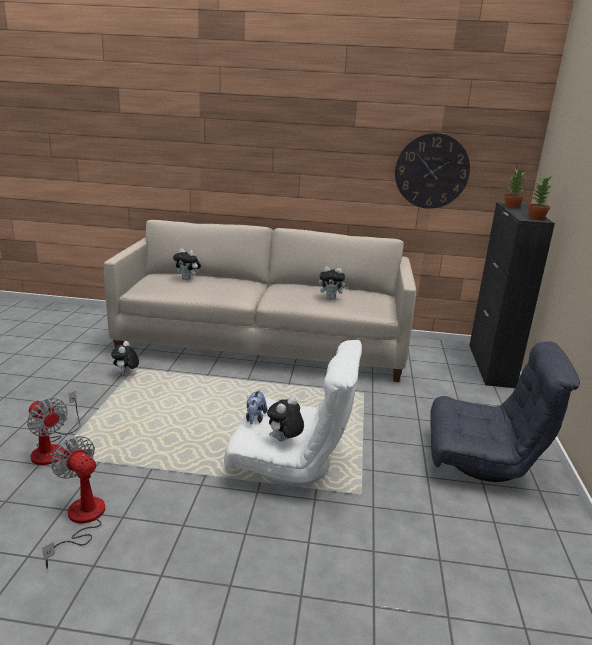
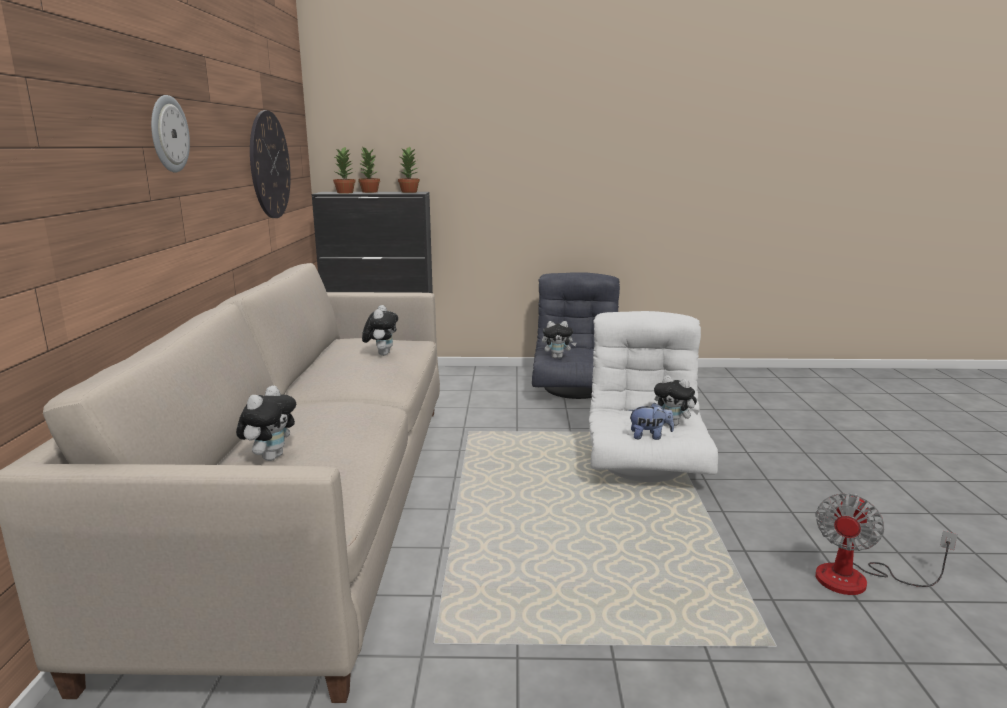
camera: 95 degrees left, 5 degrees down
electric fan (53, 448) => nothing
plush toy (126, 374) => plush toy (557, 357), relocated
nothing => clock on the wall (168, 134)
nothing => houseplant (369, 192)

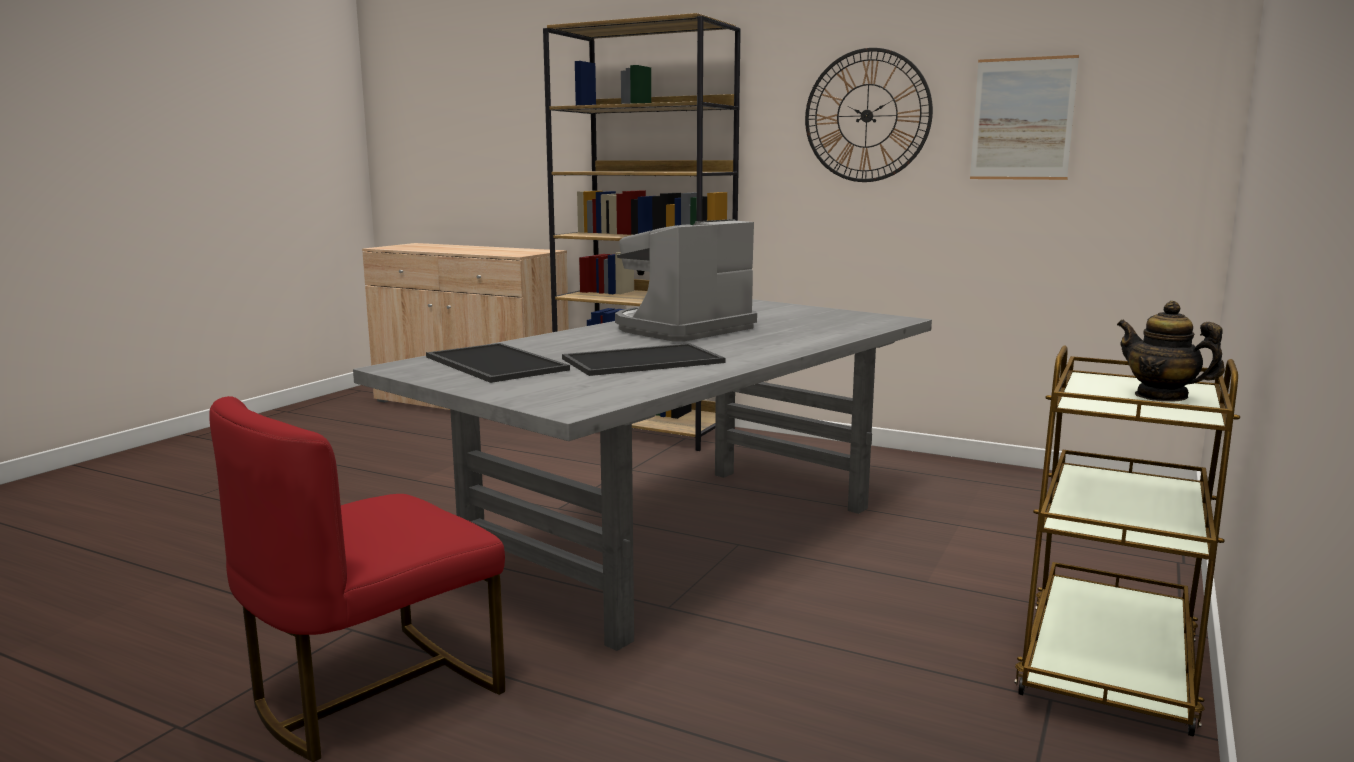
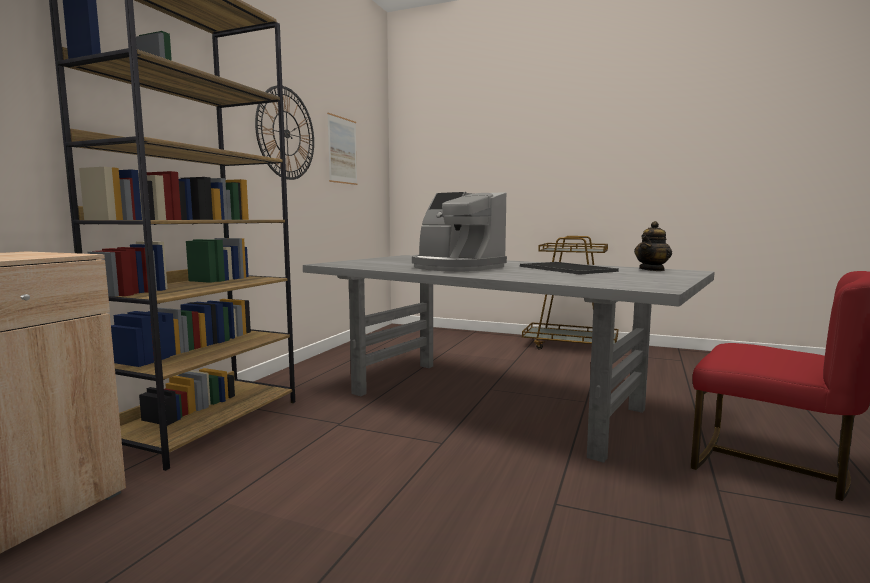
camera: 95 degrees left, 5 degrees down
tray (492, 363) => nothing
pot for tea (1161, 396) => pot for tea (652, 270), relocated

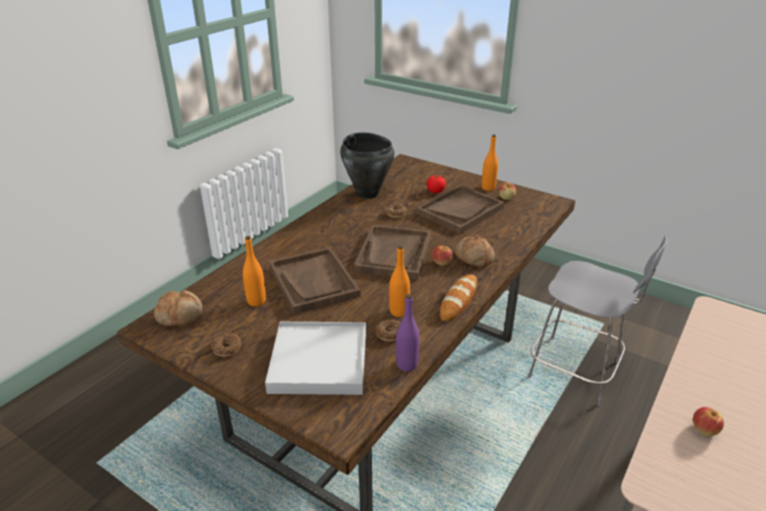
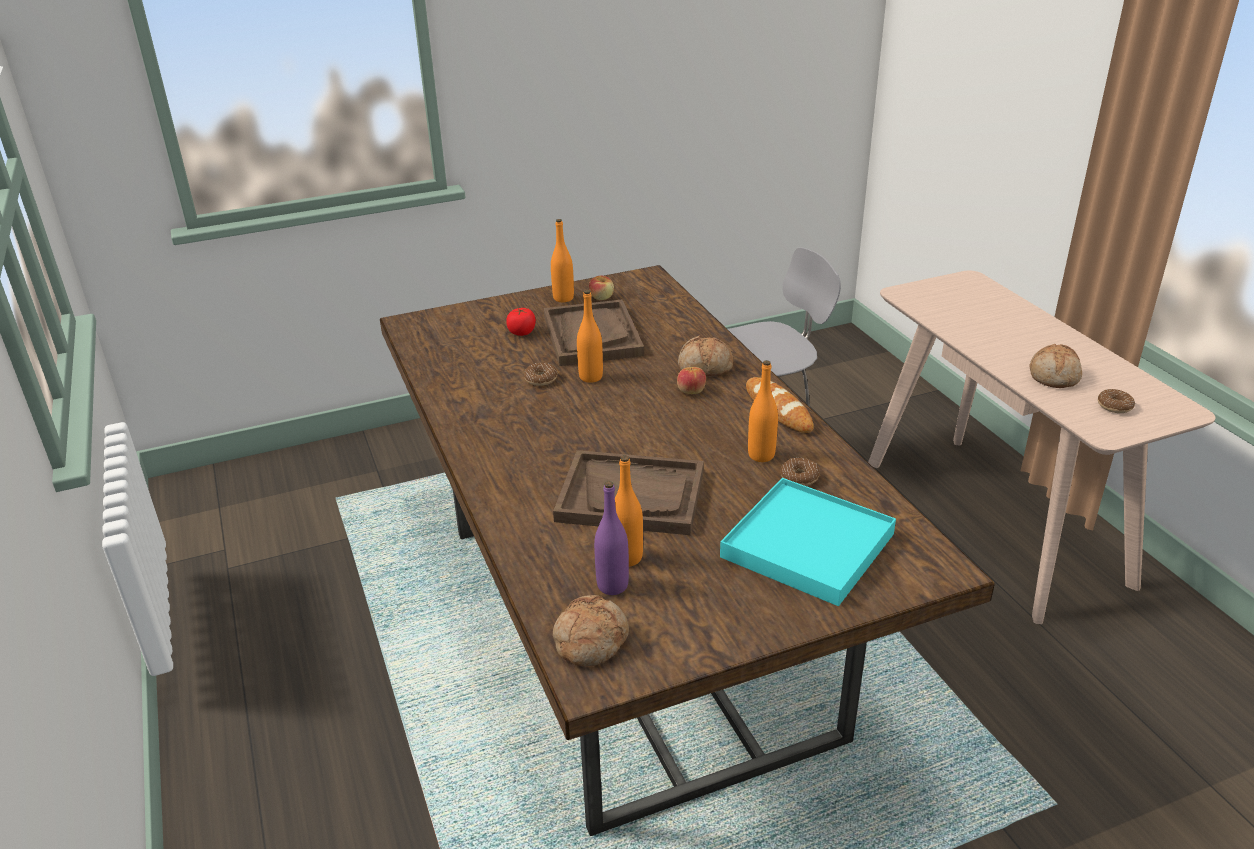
camera: 55 degrees left, 0 degrees up
ring doughnut (227, 348) => ring doughnut (1114, 406), relocated
tray/white-coloured (319, 361) => tray/blue-green (807, 545)
stockpot/black (367, 193) => nothing
tray/brown-coloured (394, 254) => nothing
drink bottle/purple-coloured (407, 364) => drink bottle/purple-coloured (612, 585), relocated
whole apple (704, 429) => bread (1054, 376)
nothing => drink bottle/orangey (591, 377)

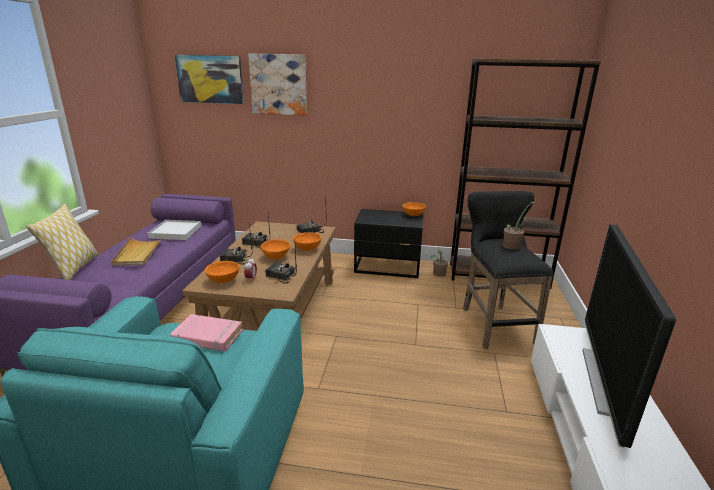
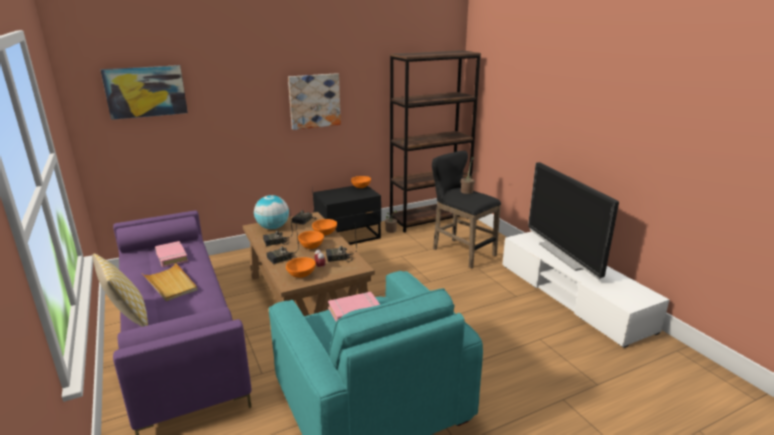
camera: 35 degrees left, 0 degrees up
tray/white-coloured (175, 232) => book/pinkish (171, 257)
picture (278, 84) => picture (314, 101), relocated
nothing => world globe (273, 227)

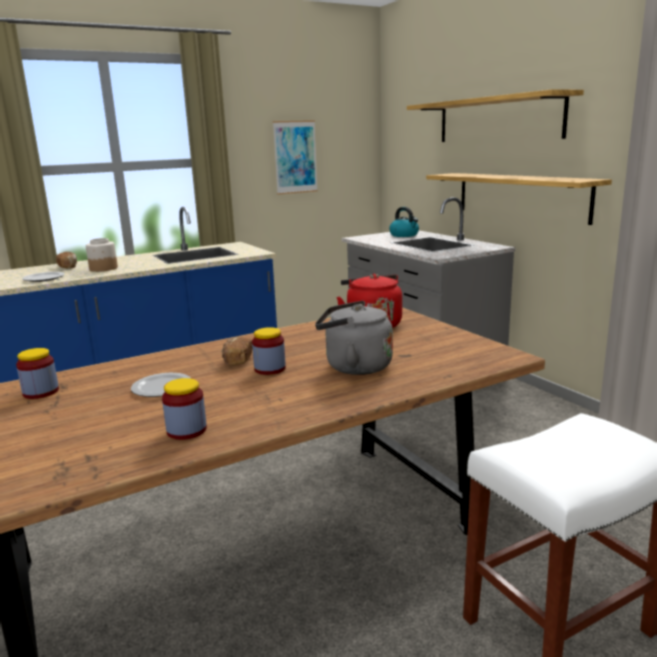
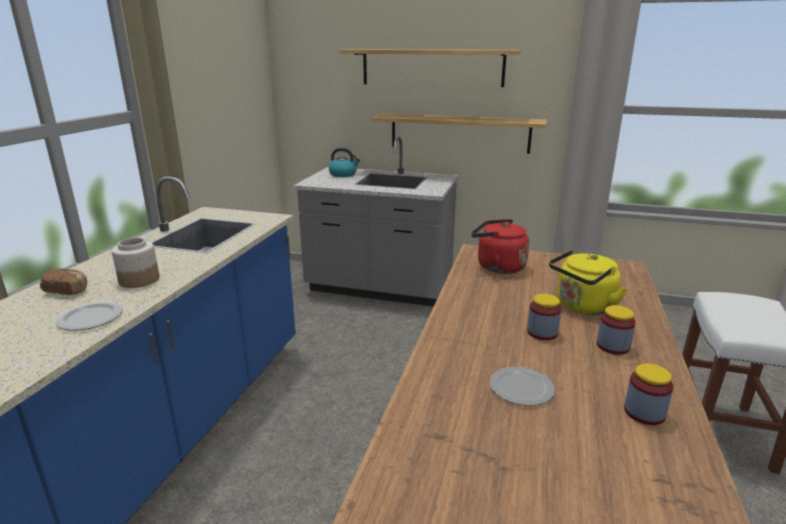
camera: 45 degrees left, 5 degrees up
jar (41, 392) => jar (613, 346), relocated
bread (237, 360) => nothing
picture (295, 157) => nothing
kettle/gray (354, 367) => kettle/yellow-coloured (582, 307)

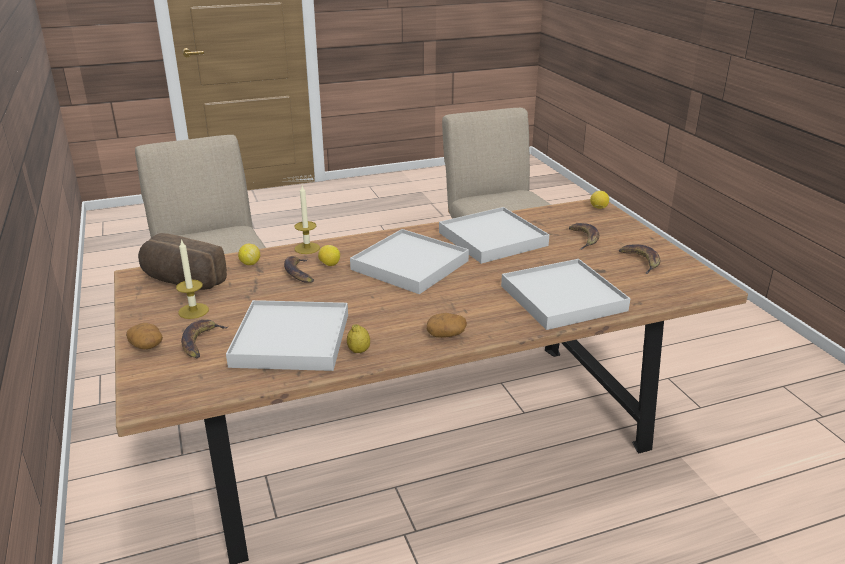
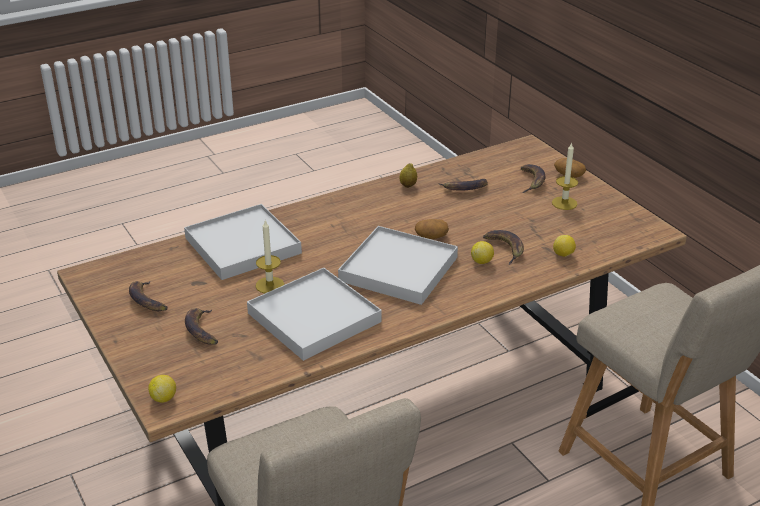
camera: 170 degrees right, 5 degrees up
bread (182, 281) => nothing
tray/white-coloured (291, 340) => whole banana (464, 188)
wax candle (307, 248) => wax candle (270, 285), relocated
potato (446, 334) => potato (431, 237), relocated

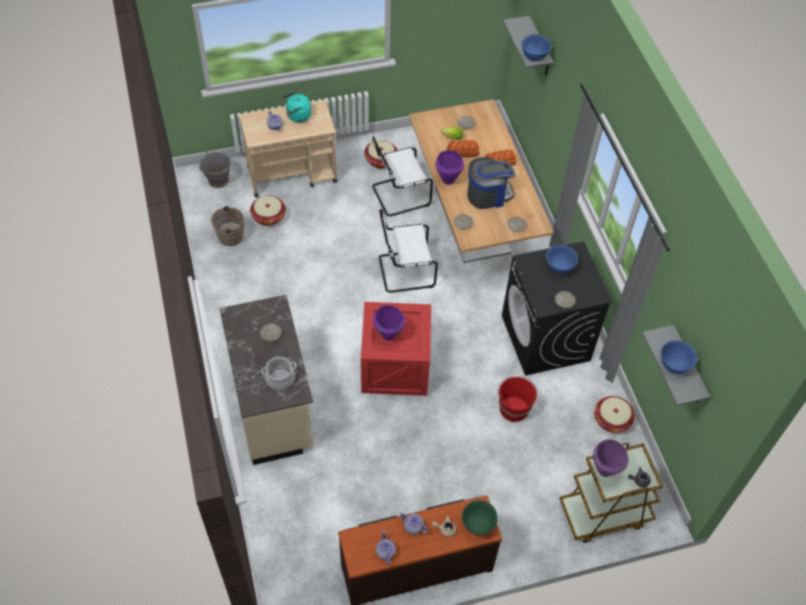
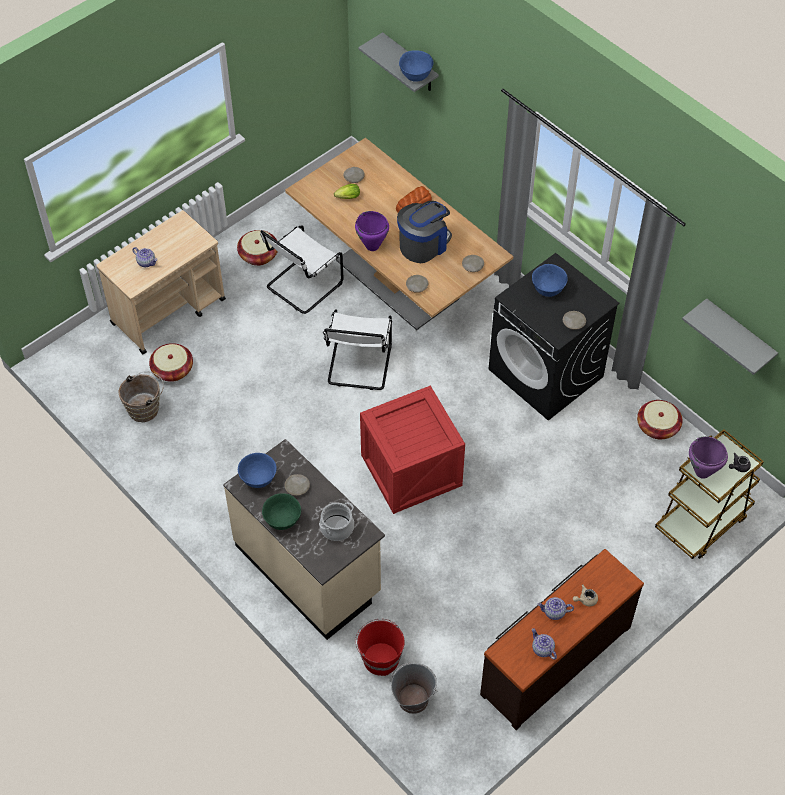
camera: 25 degrees left, 0 degrees up
water bucket/gray (218, 180) => water bucket/gray (413, 699), relocated
kettle/blue-green (297, 116) => nothing
stockpot/purple-coloured (388, 335) => nothing
upright chair/white-coloured (404, 271) => upright chair/white-coloured (359, 366), 45 degrees counterclockwise
bread (463, 152) => nothing
deep dish/greenish (478, 524) => deep dish/greenish (283, 520), relocated
water bucket/red-coloured (513, 408) => water bucket/red-coloured (380, 658), relocated
deep dish/bluish (674, 365) => deep dish/bluish (258, 479), relocated

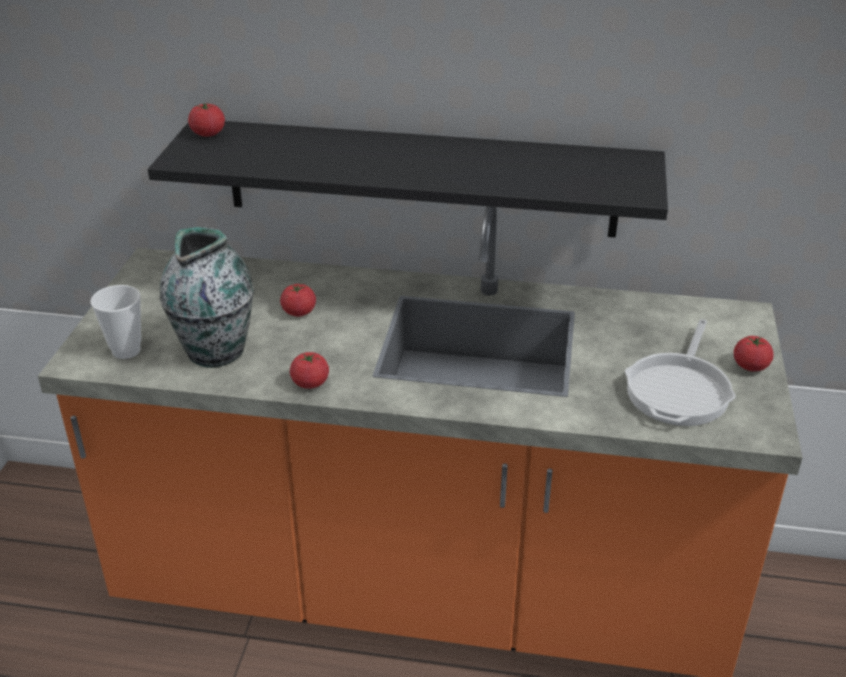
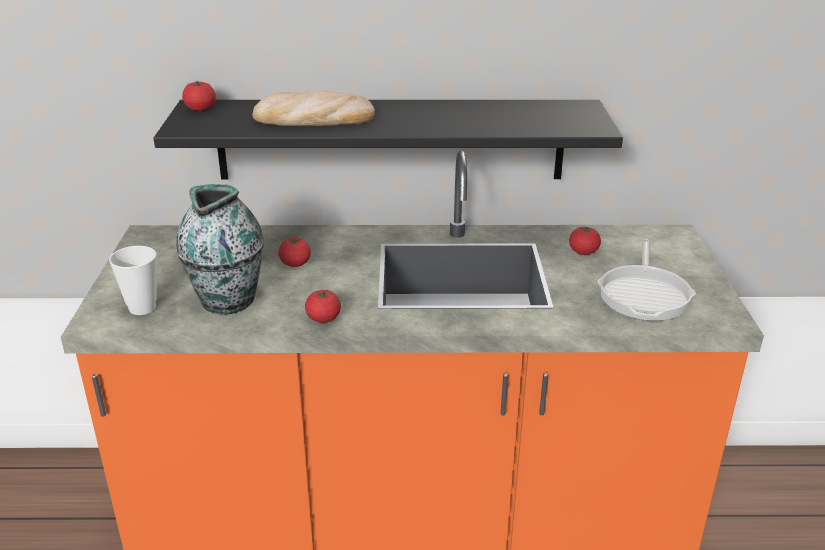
camera: 10 degrees left, 5 degrees down
tomato (750, 366) => tomato (583, 252), relocated
nothing => bread (314, 119)

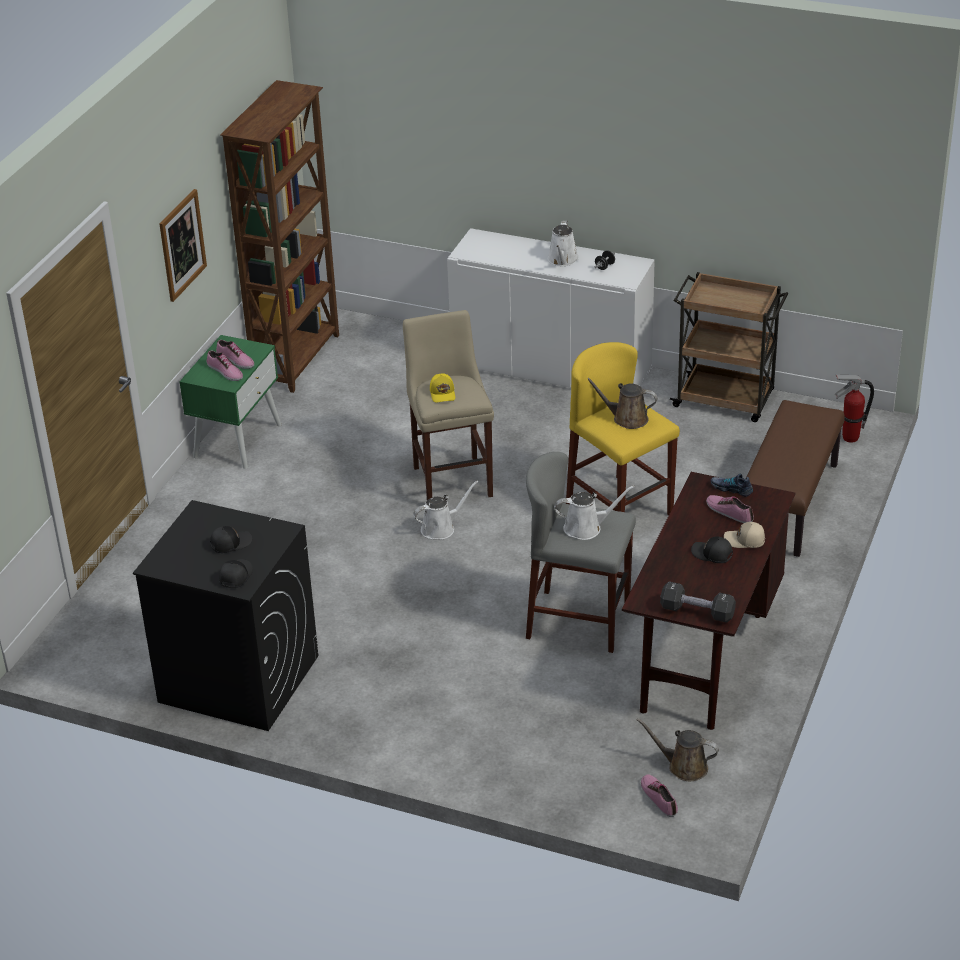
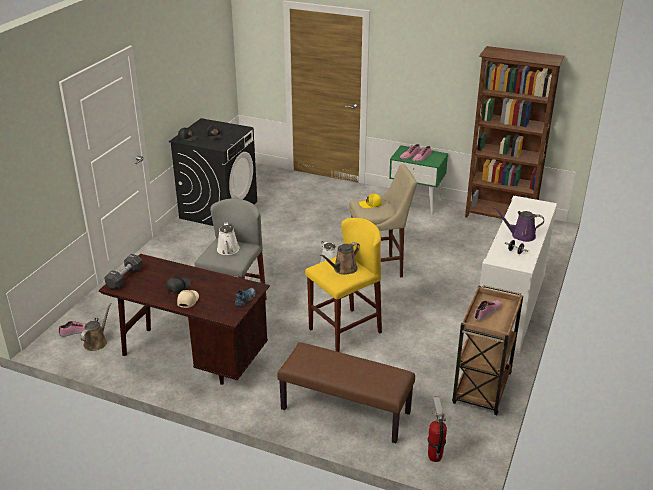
camera: 90 degrees right, 5 degrees down
picture (182, 245) => nothing
watering can/white-coloured (562, 260) => watering can/purple-coloured (520, 235)
watering can/brown-coloured (626, 418) => watering can/brown-coloured (343, 269), 150 degrees counterclockwise
item of footwear (729, 512) => item of footwear (487, 312), relocated

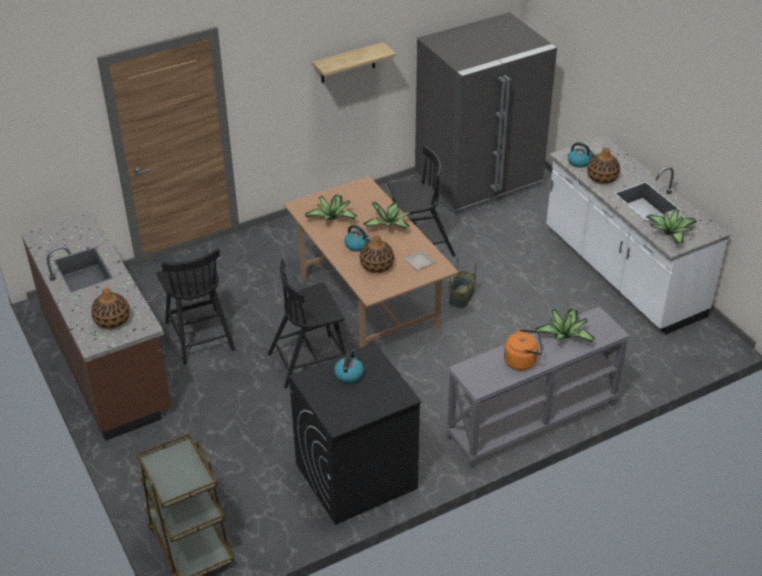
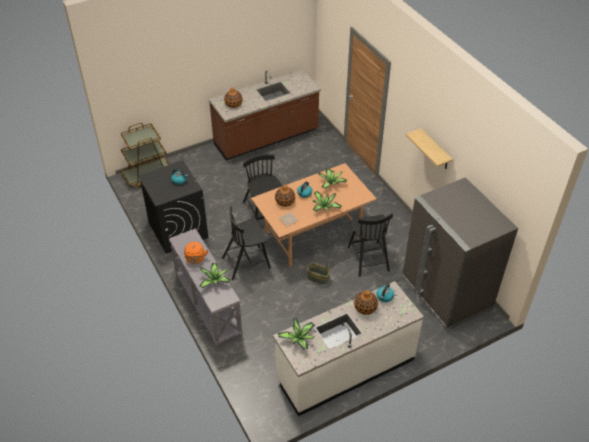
camera: 90 degrees right, 5 degrees up
upright chair/black (199, 335) => upright chair/black (247, 262), relocated

